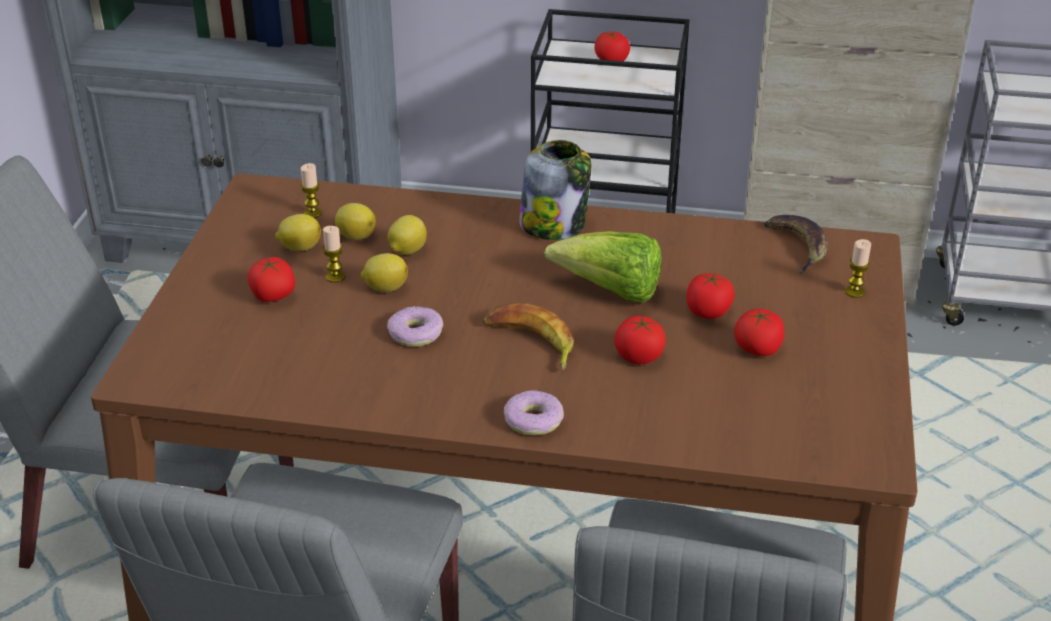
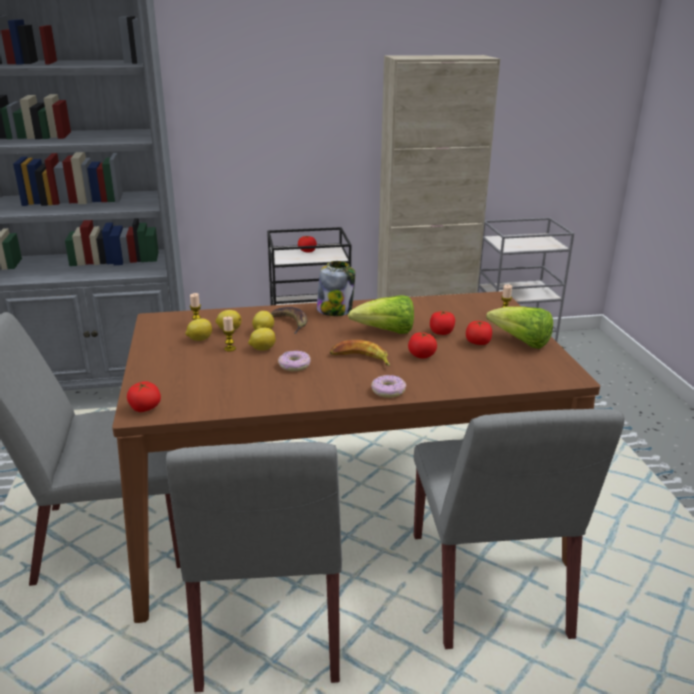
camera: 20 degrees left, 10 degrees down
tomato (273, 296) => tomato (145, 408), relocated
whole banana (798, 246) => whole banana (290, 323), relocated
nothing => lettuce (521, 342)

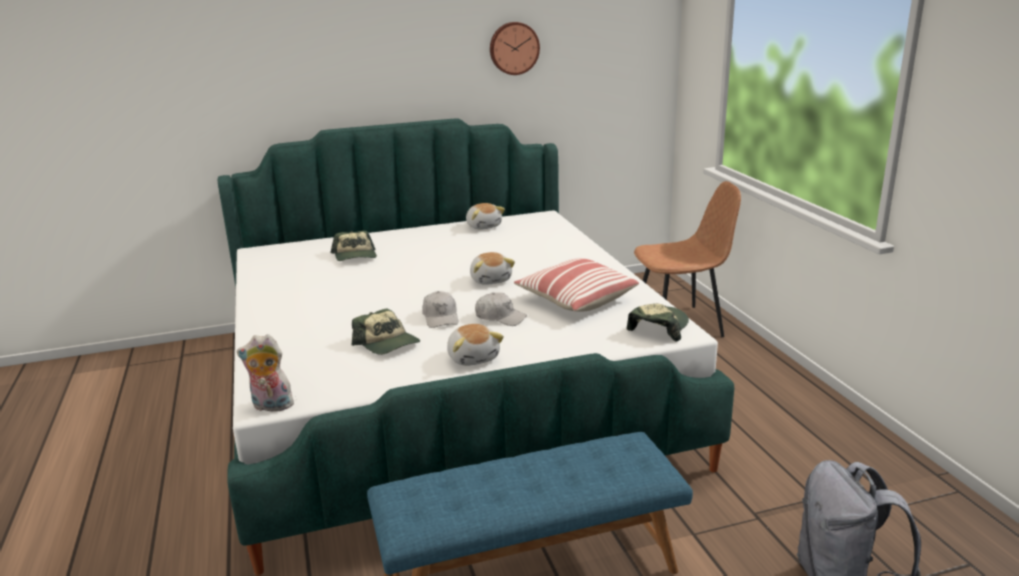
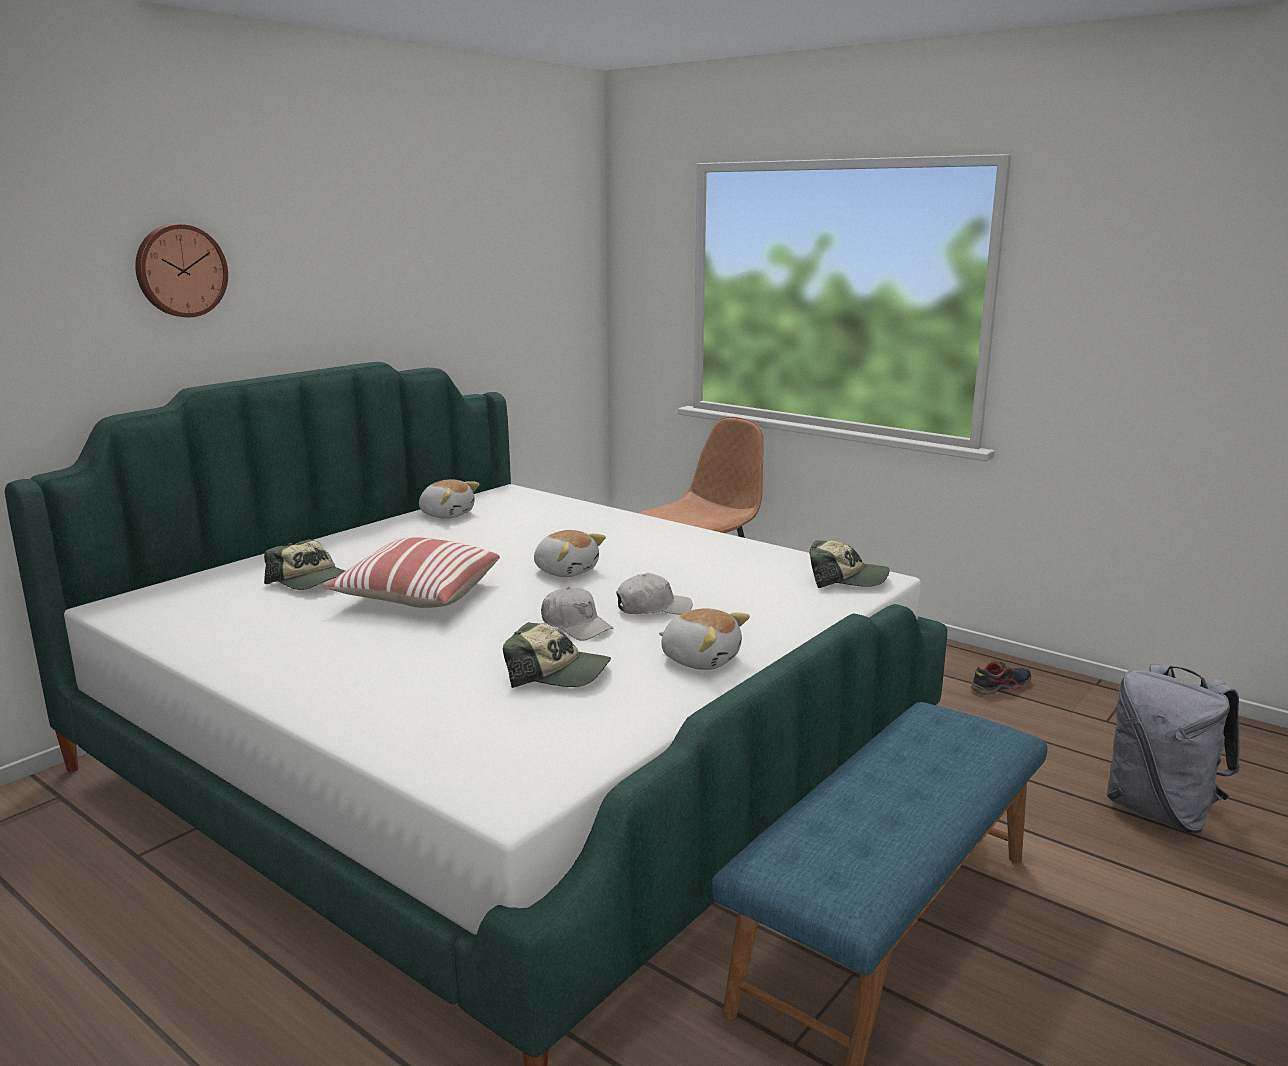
camera: 35 degrees left, 5 degrees down
plush toy (270, 406) => nothing
clock on the wall (513, 48) => clock on the wall (180, 270), relocated
cushion (575, 299) => cushion (416, 596), relocated
peaked cap (658, 328) => peaked cap (846, 579), 105 degrees clockwise
nothing => item of footwear (999, 687)

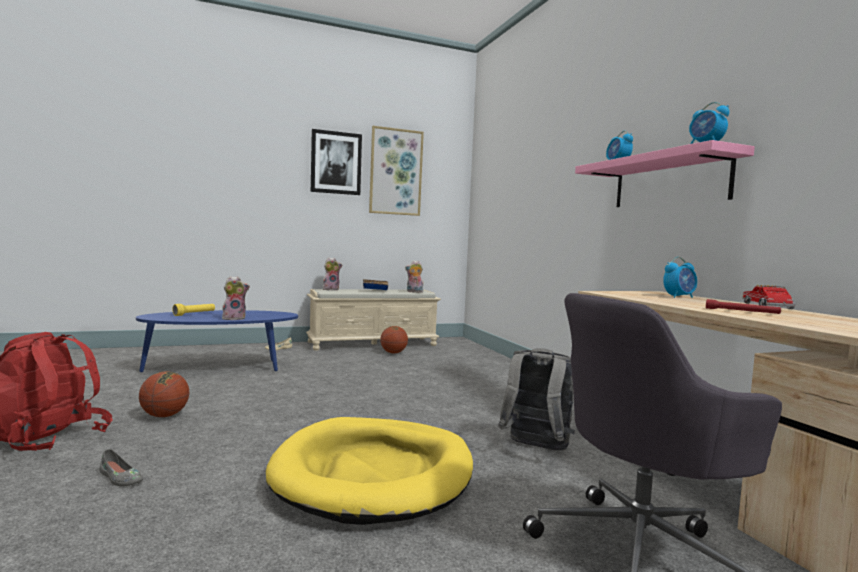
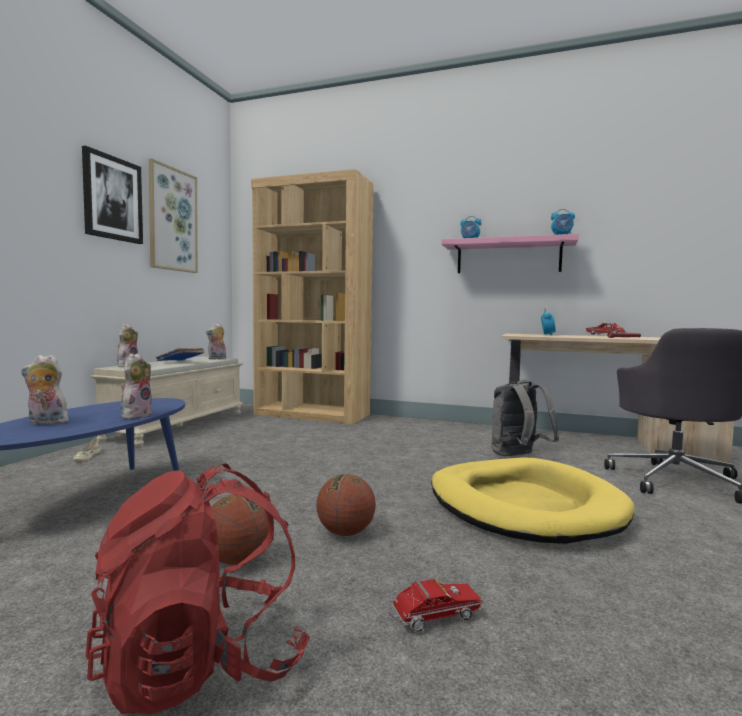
camera: 50 degrees left, 0 degrees up
item of footwear/gray (120, 478) => toy lorry (432, 618)
torch/yellow-coloured (194, 314) => plush toy (45, 423)
basketball (393, 353) => basketball (345, 533), relocated
nothing => bookshelf/brown-coloured (312, 414)

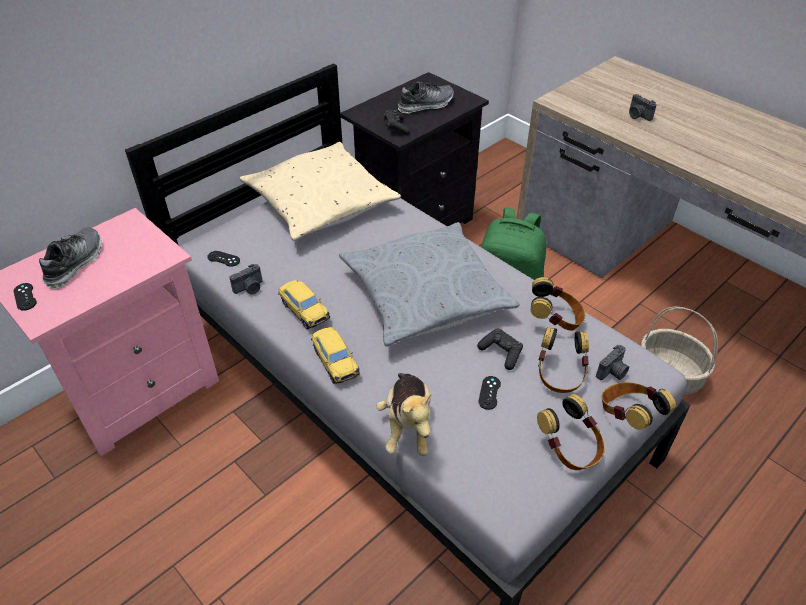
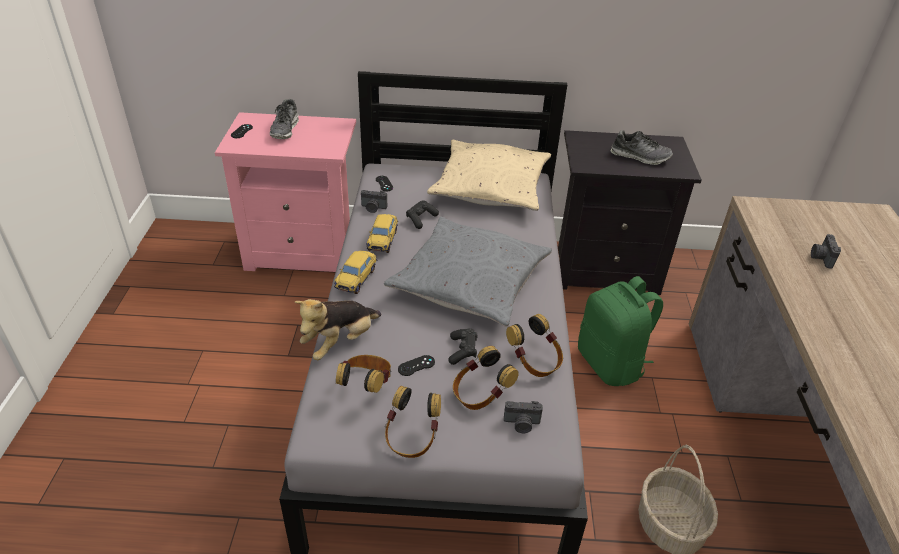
camera: 45 degrees right, 5 degrees down
item of footwear (75, 263) => item of footwear (285, 129), 120 degrees clockwise
joypad/black (396, 128) => joypad/black (421, 219), relocated
headset (628, 416) => headset (366, 385), relocated

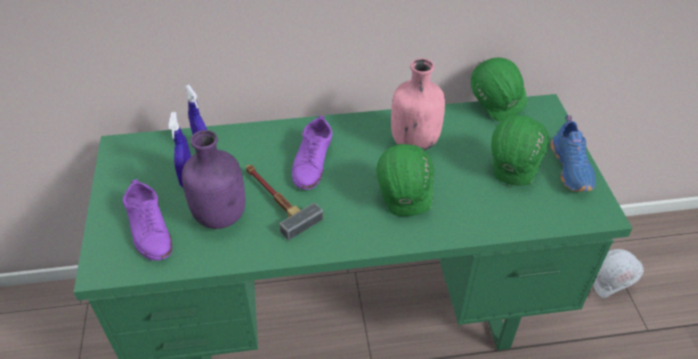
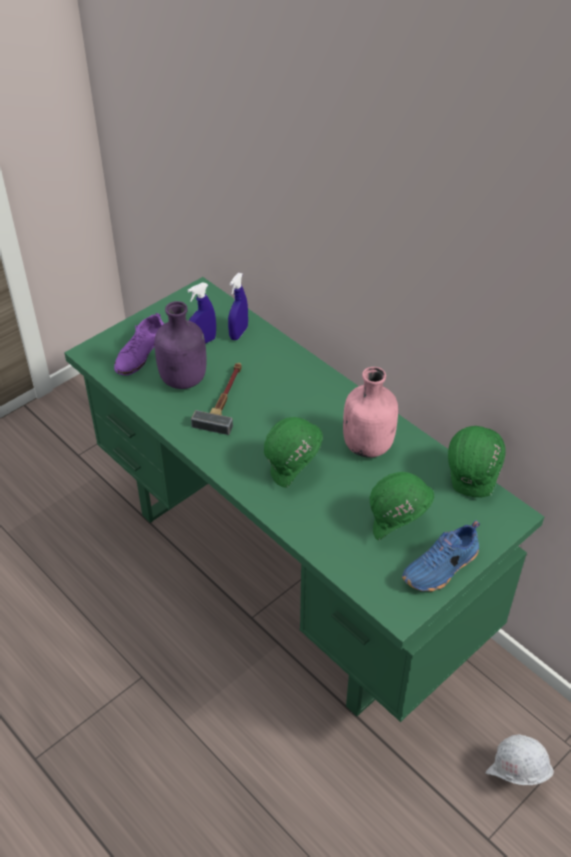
camera: 55 degrees right, 0 degrees up
item of footwear/purple-coloured (312, 161) => nothing

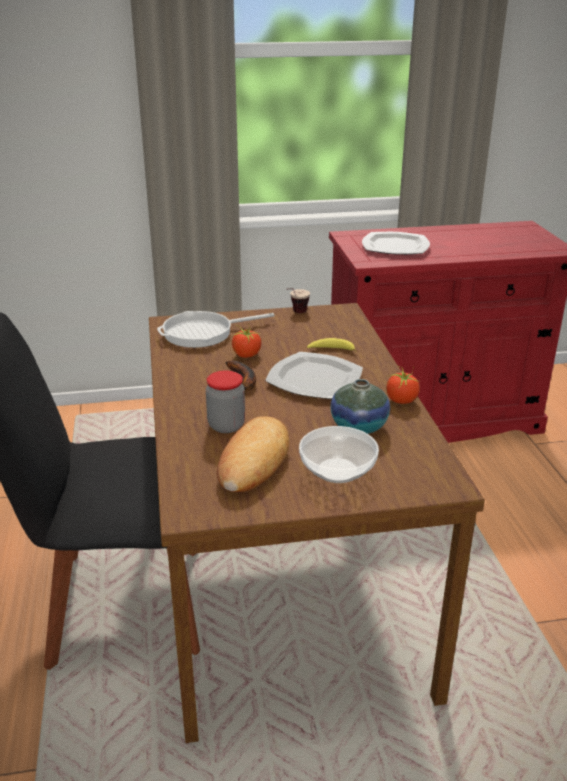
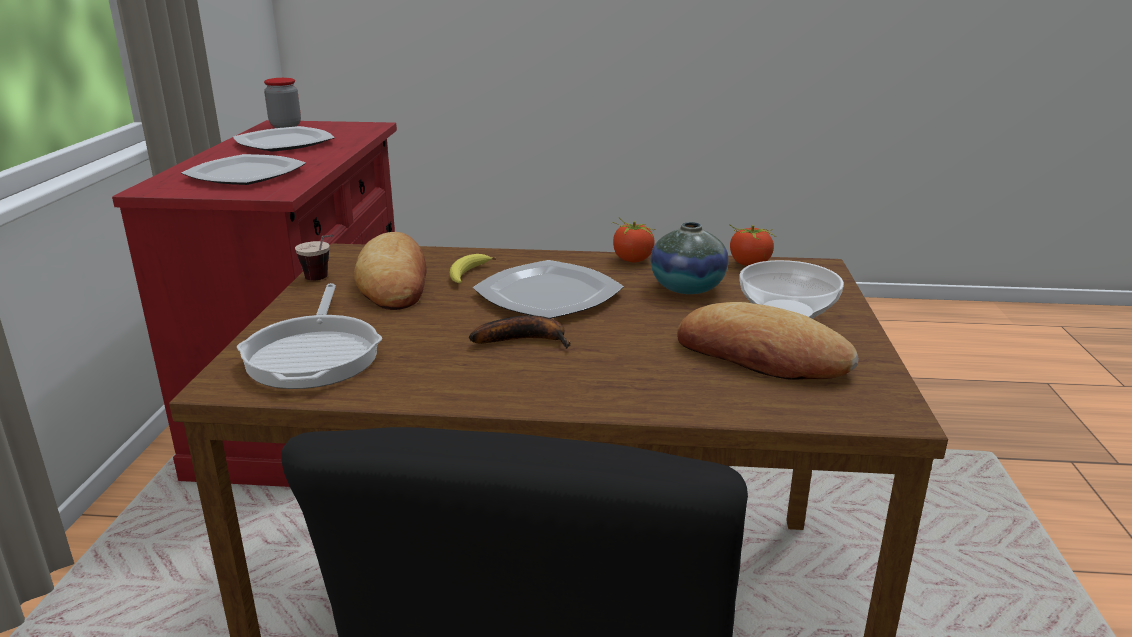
camera: 75 degrees left, 5 degrees down
jar (226, 425) => jar (285, 126), relocated
tomato (246, 355) => tomato (749, 264), relocated
nothing => plate (284, 143)
nothing => bread (394, 281)

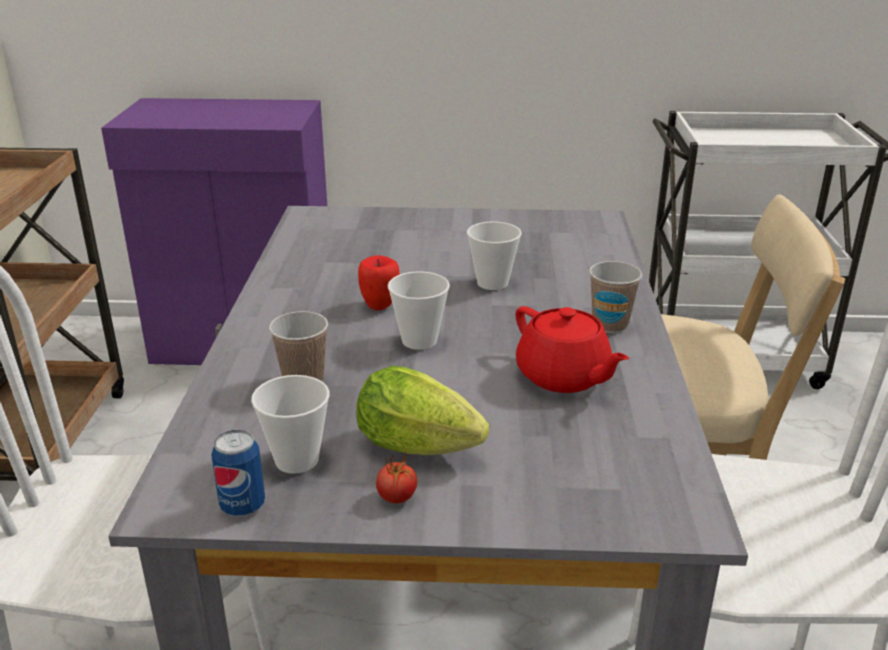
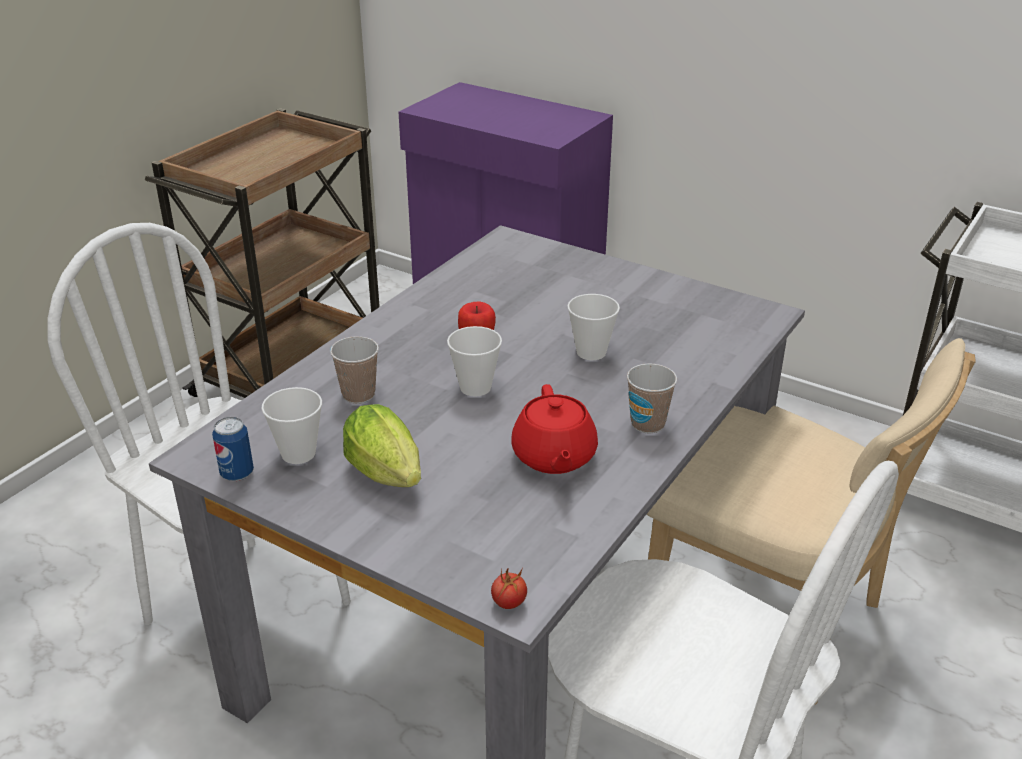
camera: 30 degrees right, 5 degrees up
tomato (397, 498) => tomato (509, 603), relocated

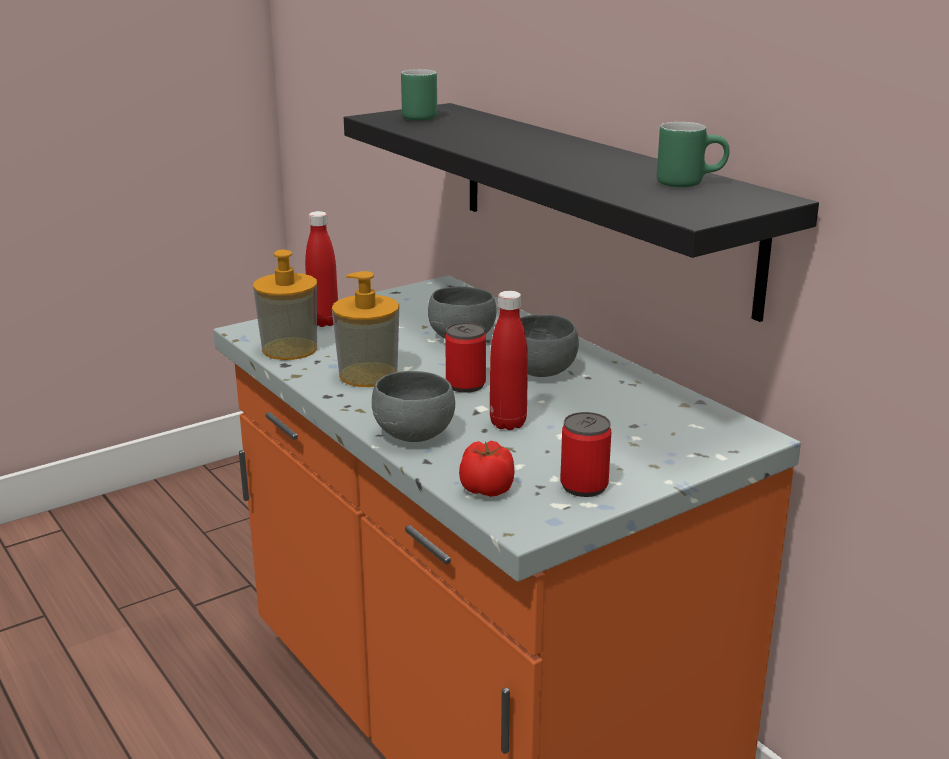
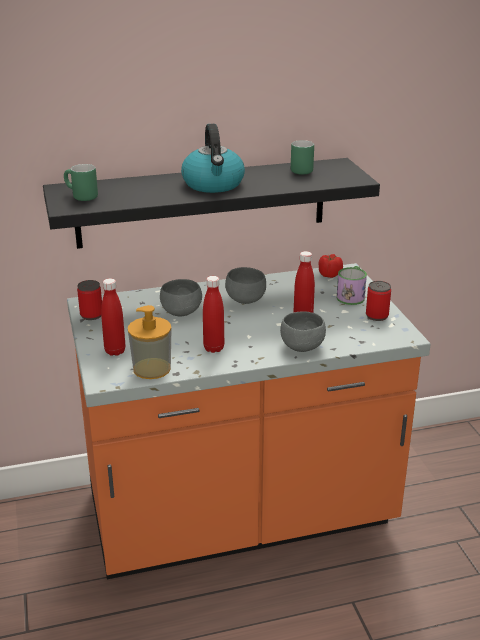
camera: 70 degrees left, 5 degrees up
soap bottle (368, 375) => drink bottle/red-coloured (213, 348)
metal can (465, 385) => metal can (91, 315), relocated
tomato (487, 488) => tomato (329, 274), relocated
nothing => kettle (213, 184)
nothing => mug (351, 295)

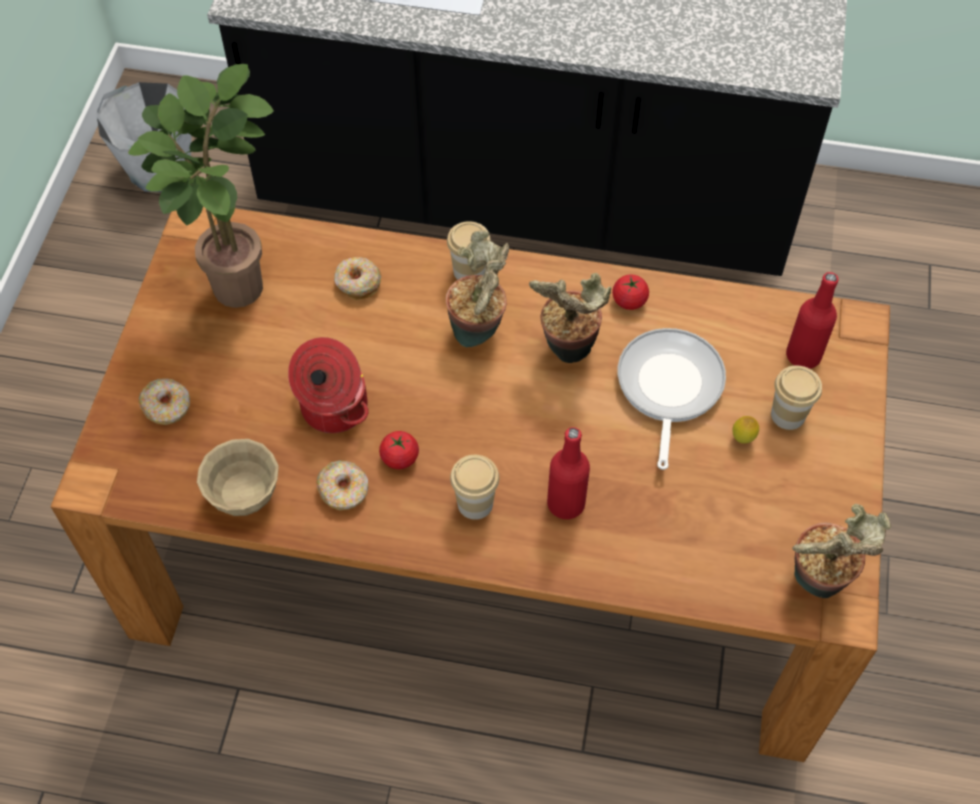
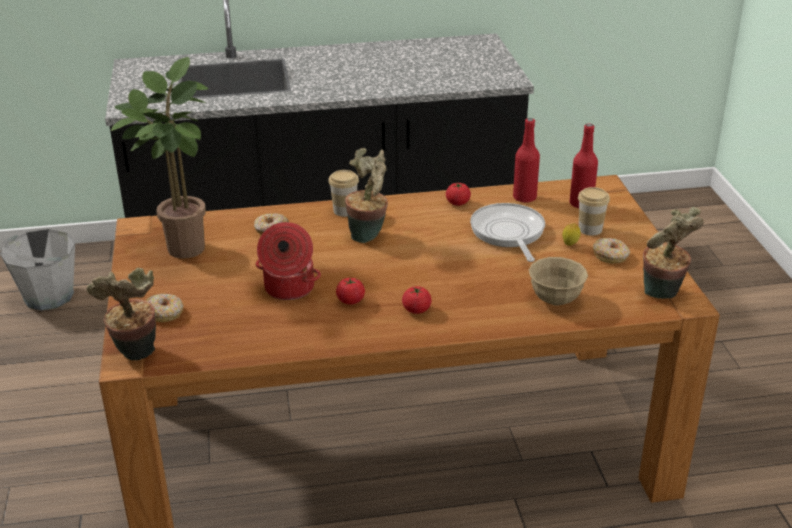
camera: 20 degrees left, 25 degrees down
deep dish/beige (244, 495) => deep dish/beige (555, 299), relocated
ring doughnut (344, 490) => ring doughnut (611, 256), relocated
cup (475, 503) => tomato (416, 310)
houseplant (567, 351) => houseplant (135, 355), relocated
drink bottle/red-coloured (566, 504) => drink bottle/red-coloured (524, 198), relocated

